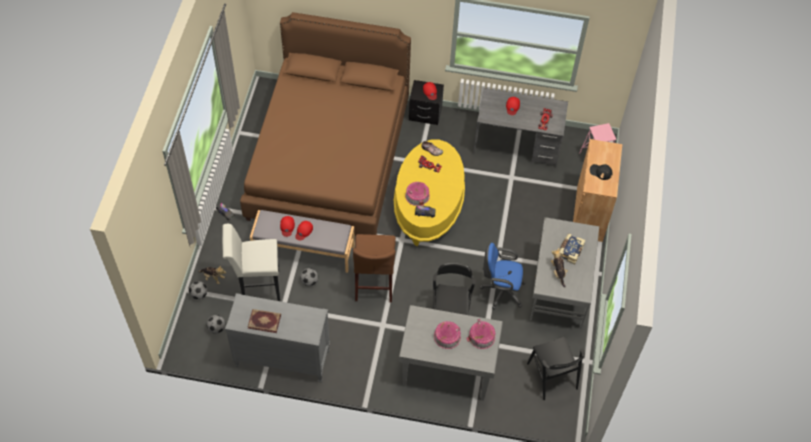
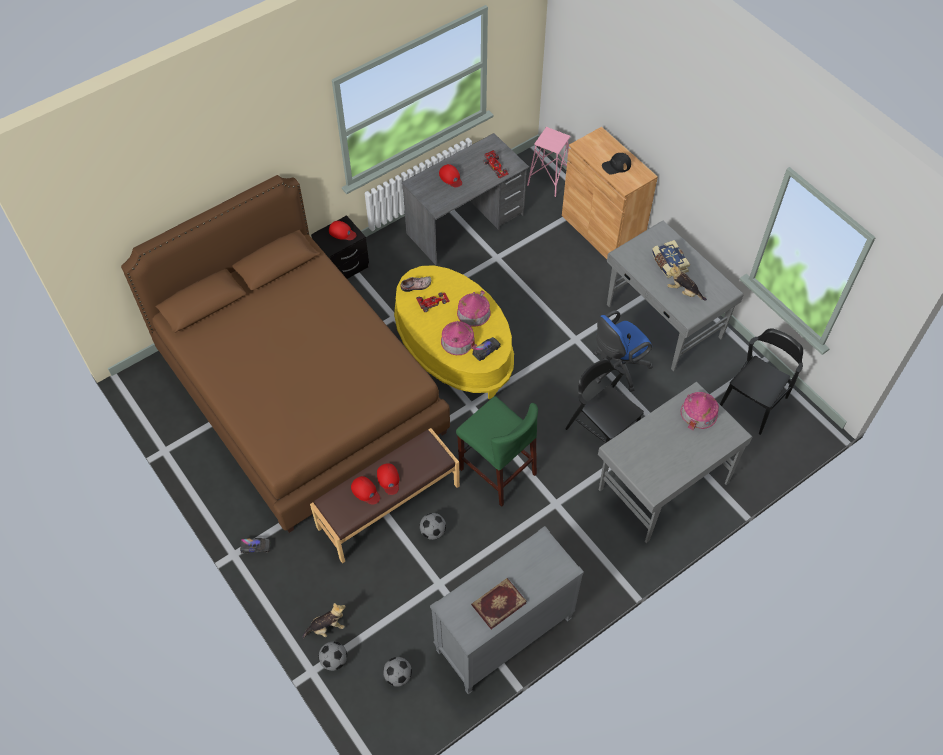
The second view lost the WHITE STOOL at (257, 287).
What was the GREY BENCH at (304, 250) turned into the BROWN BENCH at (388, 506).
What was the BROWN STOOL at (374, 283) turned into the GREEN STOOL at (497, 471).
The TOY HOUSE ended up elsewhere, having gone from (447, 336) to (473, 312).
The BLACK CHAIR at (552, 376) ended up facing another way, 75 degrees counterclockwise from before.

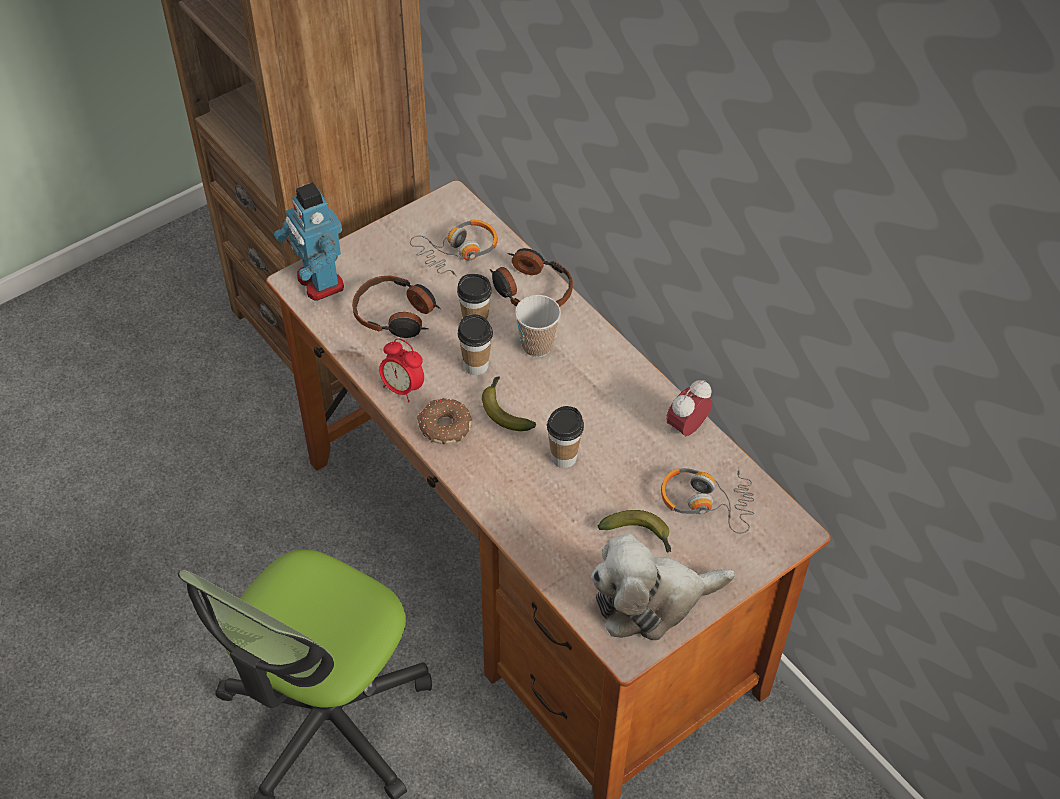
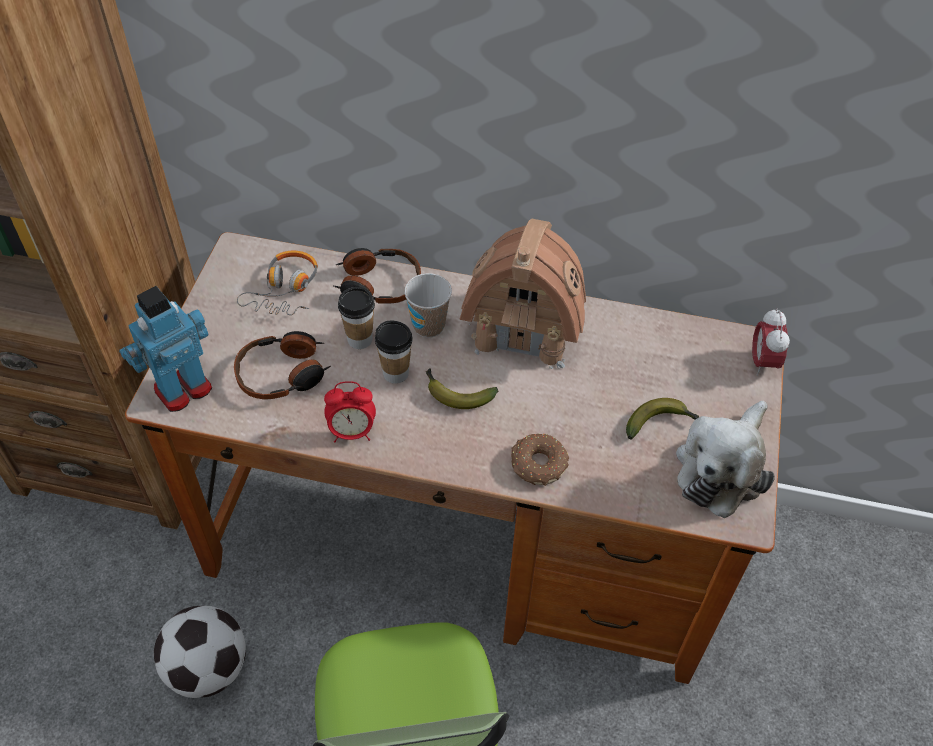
The TOY ROBOT at (319, 282) ended up facing another way, 120 degrees clockwise from before.
The DONUT ended up elsewhere, having gone from (444, 426) to (537, 464).
The second view lost the CUP at (563, 457).
The second view lost the HEADPHONES at (706, 502).
The ALARM CLOCK ended up elsewhere, having gone from (686, 428) to (762, 362).
The second view gained the FOOTBALL at (208, 668).
The second view gained the TOY HOUSE at (524, 328).

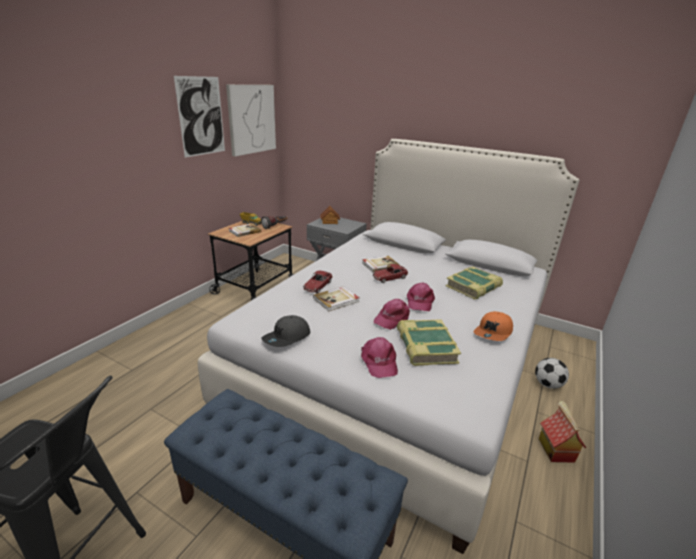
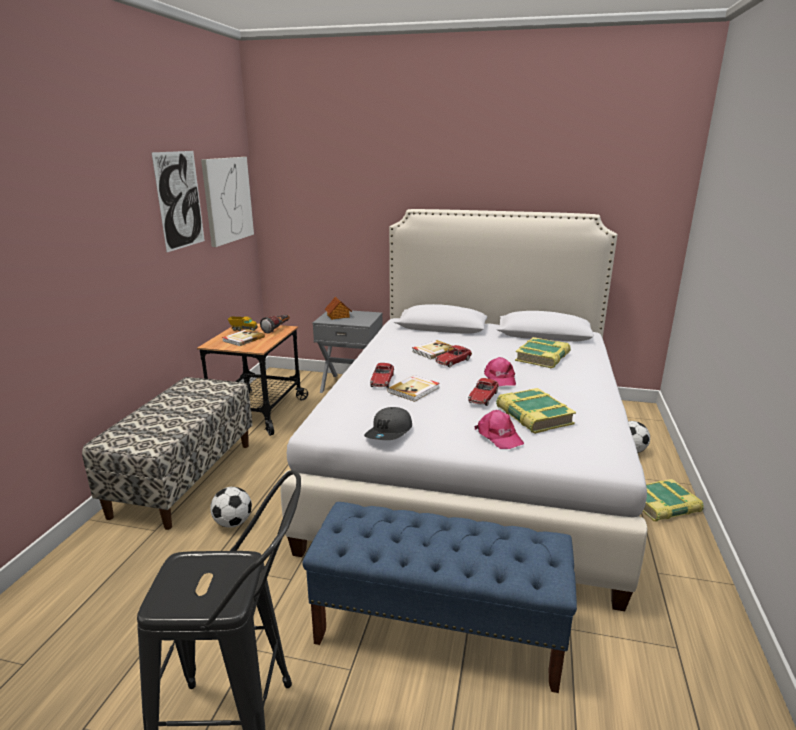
Where the PINK CAP stood at (392, 318), the TOY CAR came to stand at (483, 397).
The second view lost the ORANGE CAP at (493, 332).
Where the TOY HOUSE stood at (555, 449), the BOOK came to stand at (663, 505).
The second view gained the BENCH at (184, 478).
The second view gained the FOOTBALL at (233, 523).

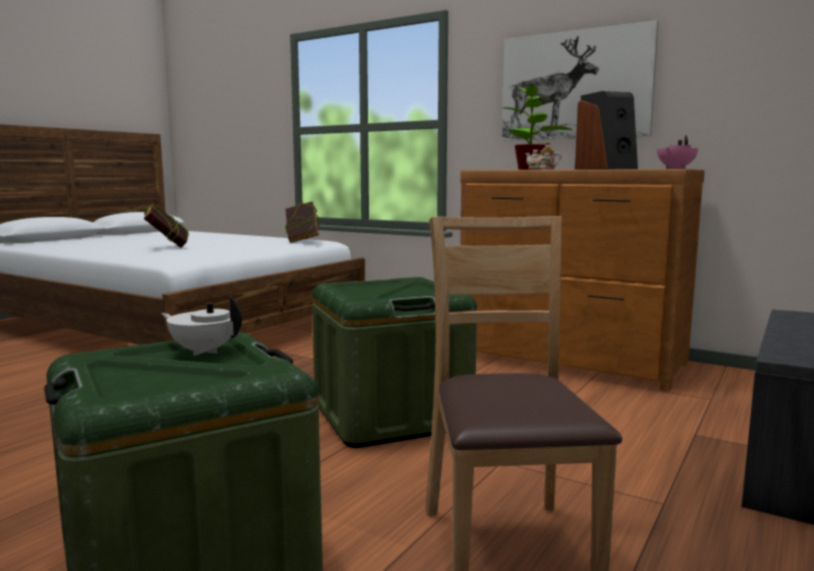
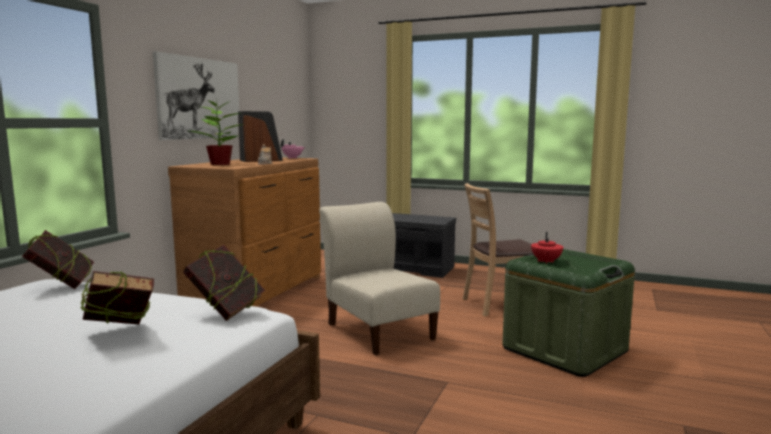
What was the WHITE TEAPOT at (203, 351) turned into the RED TEAPOT at (545, 262).
Where the GREEN STORAGE BOX stood at (391, 416), the BEIGE CHAIR came to stand at (378, 330).
The second view gained the BOOK at (226, 312).

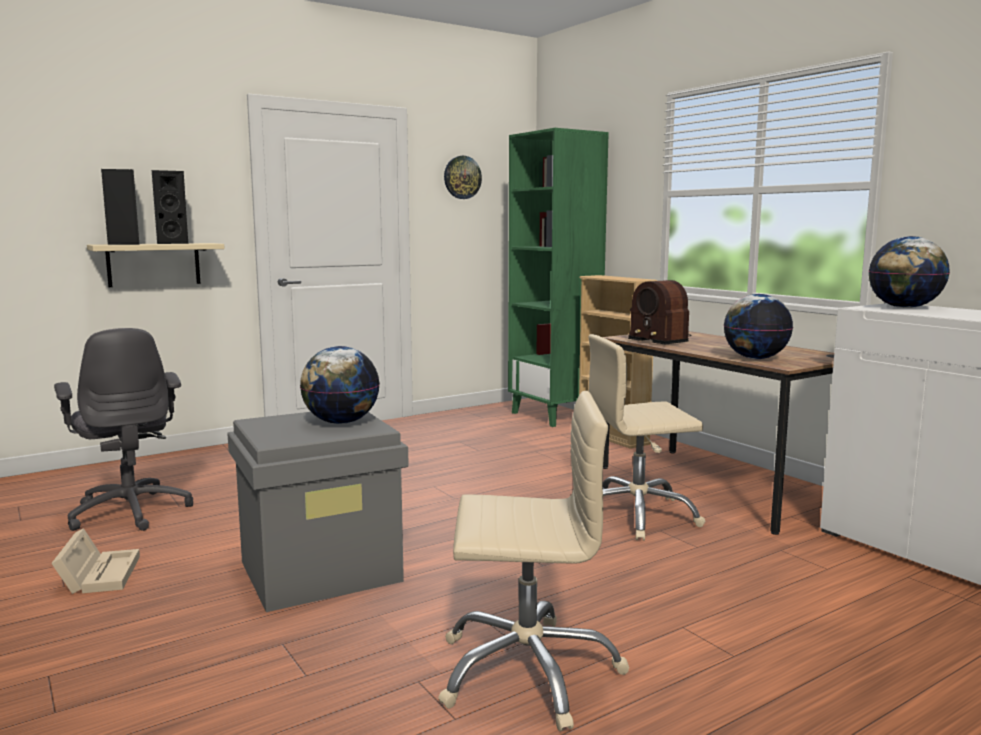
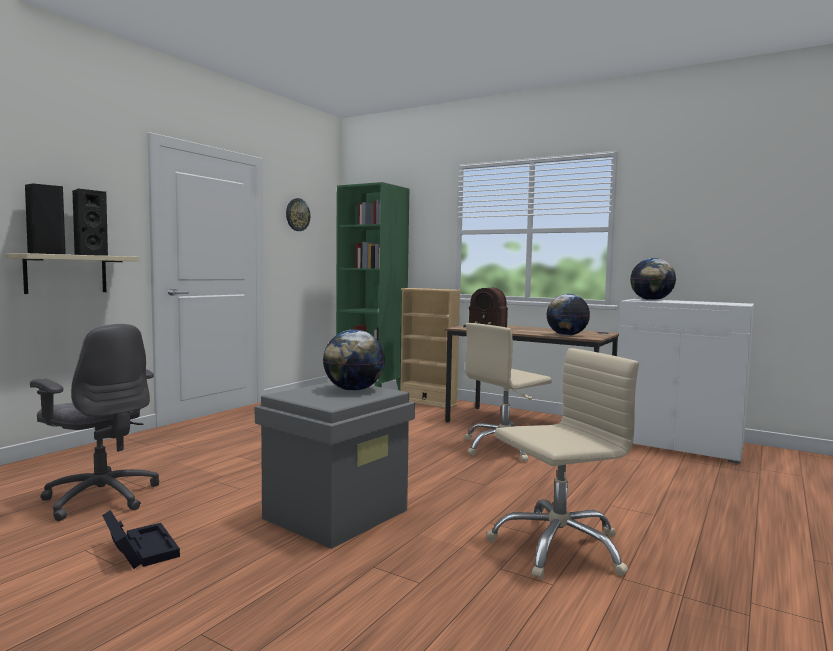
What was the BEIGE STORAGE BOX at (99, 574) turned into the BLACK STORAGE BOX at (139, 549).

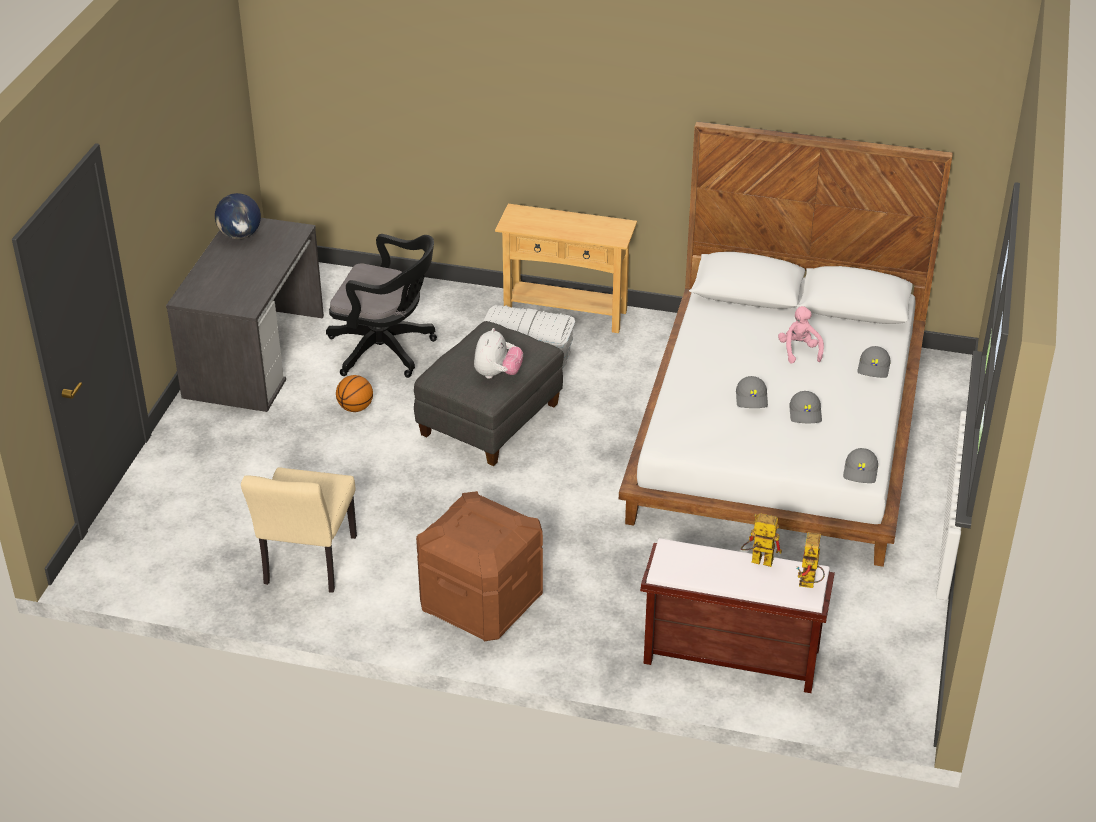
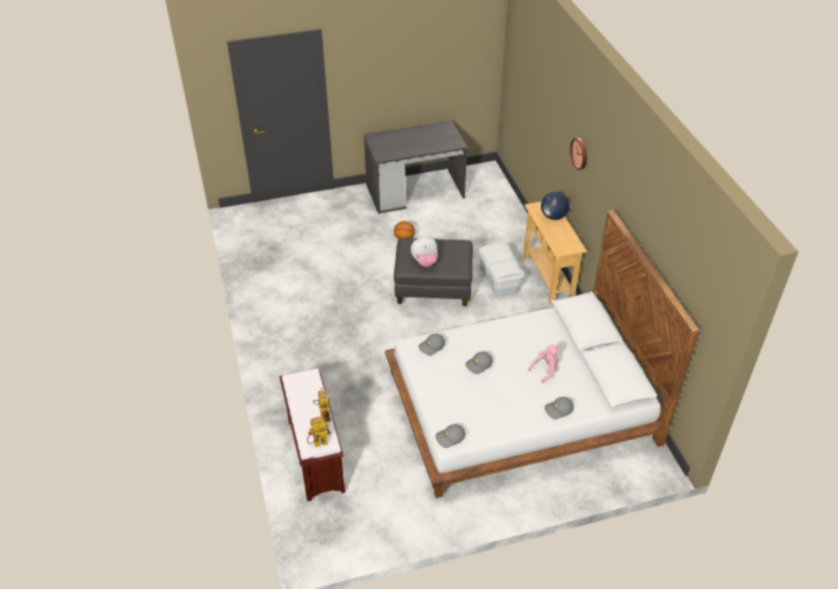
The GLOBE ended up elsewhere, having gone from (240, 235) to (553, 217).
The second view lost the BEIGE CHAIR at (307, 565).
The second view lost the BLACK OFFICE CHAIR at (386, 350).
The second view lost the BROWN STORAGE BOX at (480, 603).
The GREY CAP ended up elsewhere, having gone from (806, 413) to (431, 347).
The second view gained the WALL CLOCK at (580, 153).

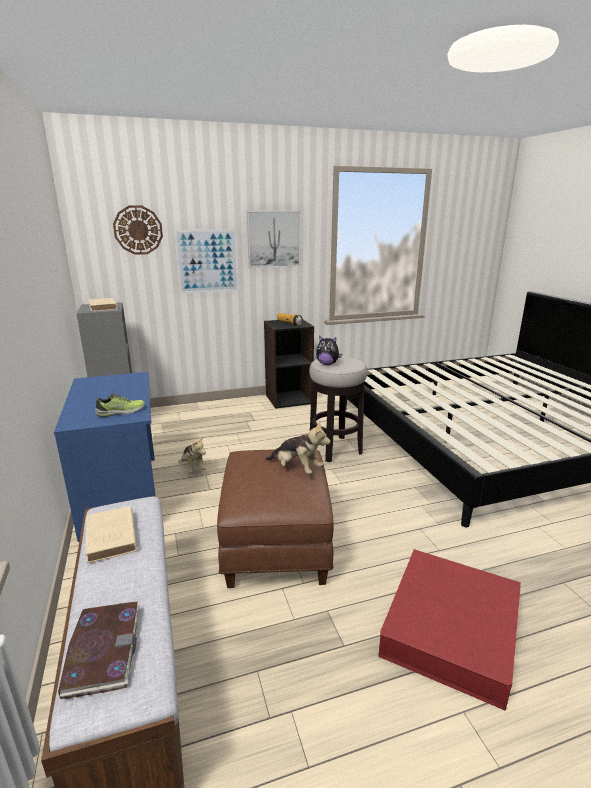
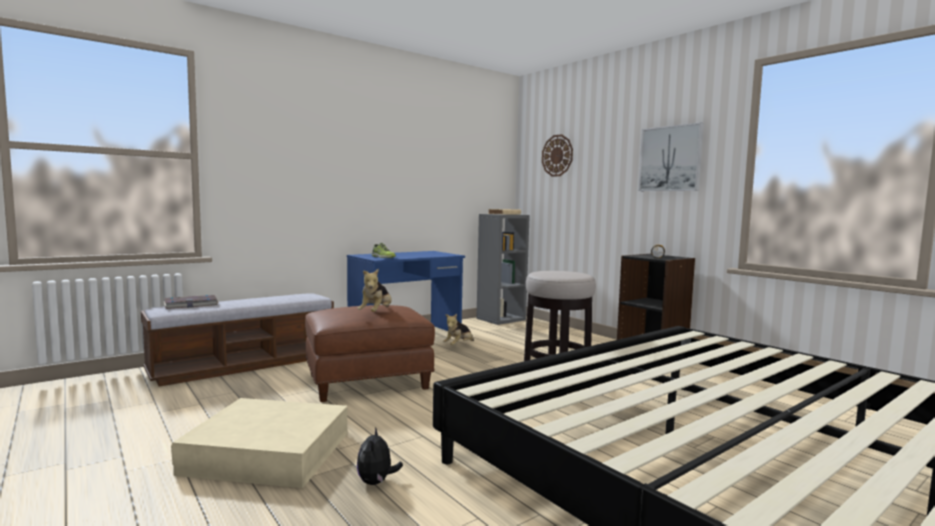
The second view lost the BEIGE BOOK at (111, 538).
The second view lost the PICTURE at (207, 261).
The PLUSH TOY ended up elsewhere, having gone from (327, 364) to (376, 482).
What was the RED STORAGE BOX at (451, 629) turned into the BEIGE STORAGE BOX at (268, 453).

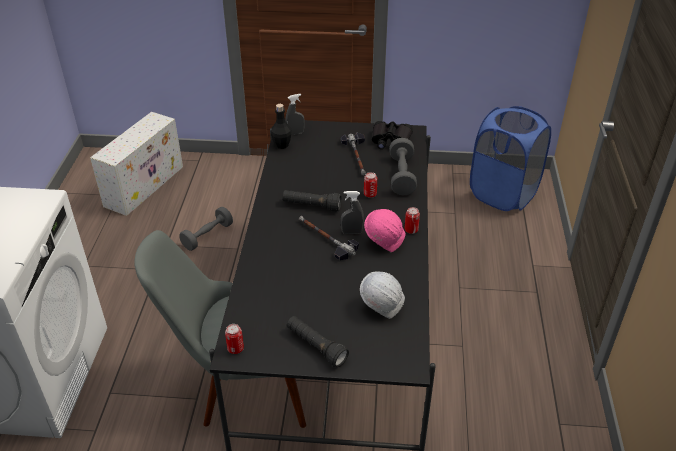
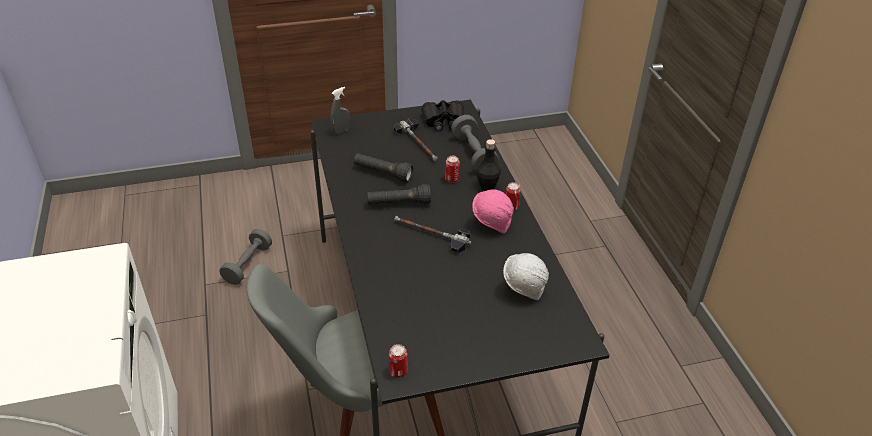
The second view lost the WHITE STORAGE BOX at (145, 185).
The BLACK BOTTLE ended up elsewhere, having gone from (282, 145) to (487, 186).
The BLACK FLASHLIGHT ended up elsewhere, having gone from (316, 347) to (382, 173).
The second view lost the GREY SPRAY BOTTLE at (351, 232).
The second view lost the BLUE LAUNDRY BASKET at (503, 194).

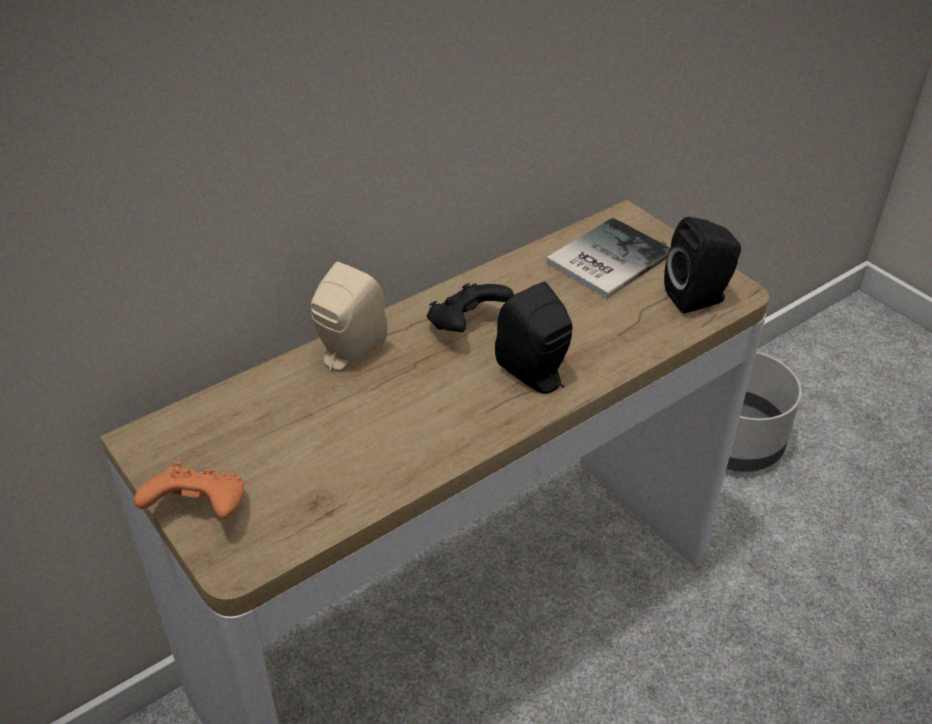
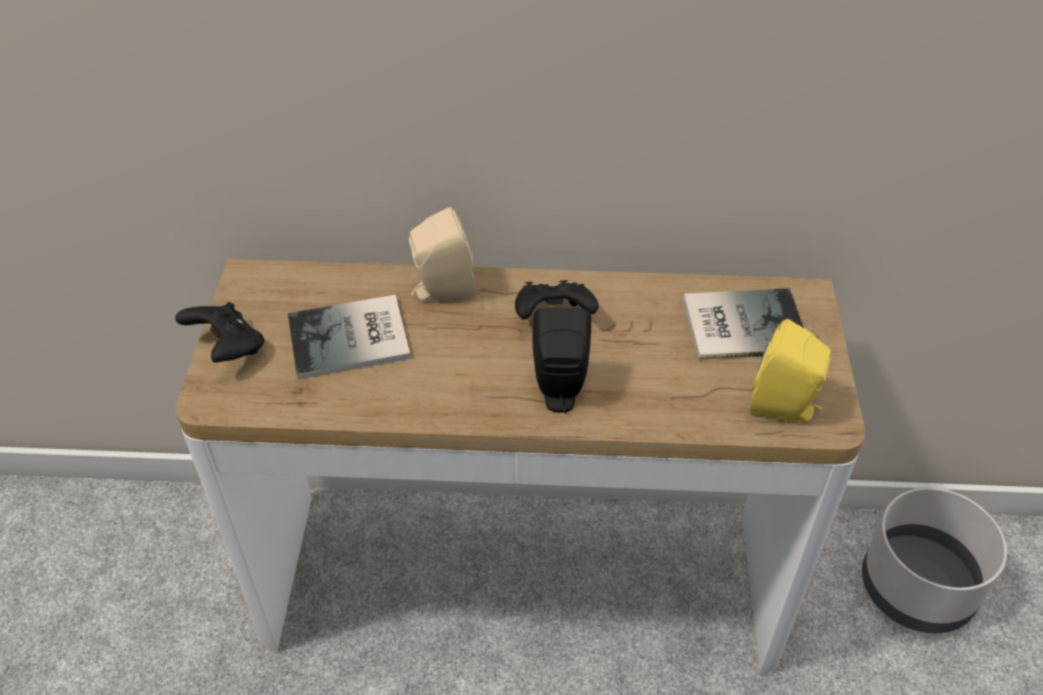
What was the ORANGE GAME CONTROLLER at (200, 511) turned into the BLACK GAME CONTROLLER at (228, 349).
What was the BLACK SPEAKER at (699, 298) turned into the YELLOW SPEAKER at (785, 407).
The second view gained the BOOK at (352, 340).

